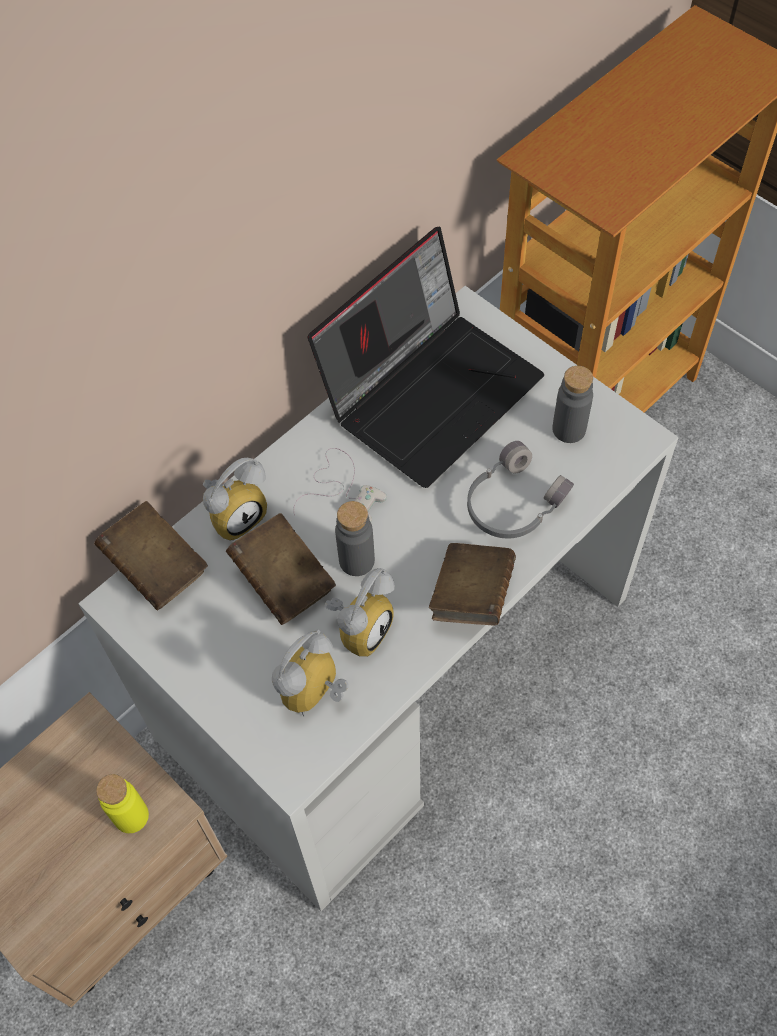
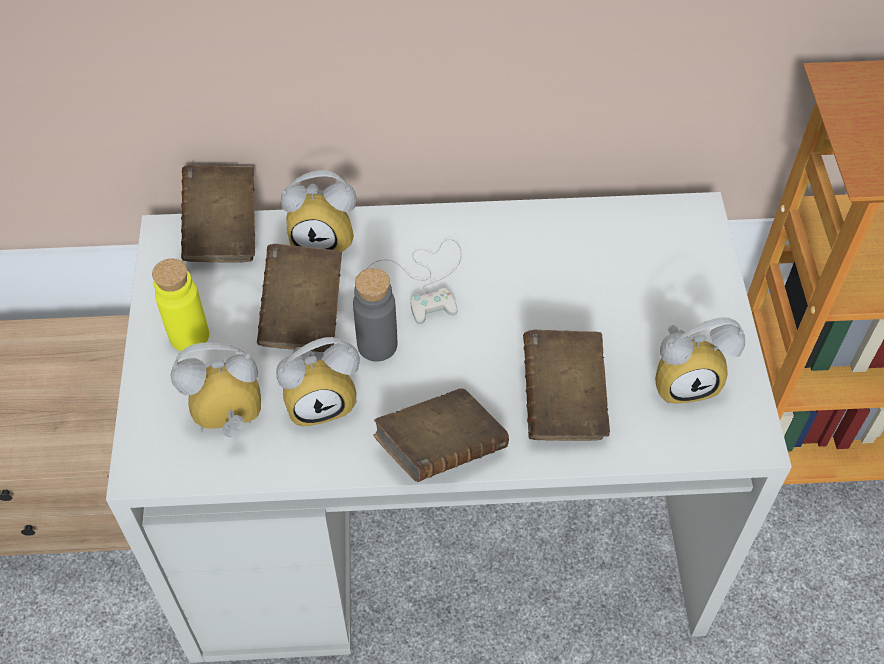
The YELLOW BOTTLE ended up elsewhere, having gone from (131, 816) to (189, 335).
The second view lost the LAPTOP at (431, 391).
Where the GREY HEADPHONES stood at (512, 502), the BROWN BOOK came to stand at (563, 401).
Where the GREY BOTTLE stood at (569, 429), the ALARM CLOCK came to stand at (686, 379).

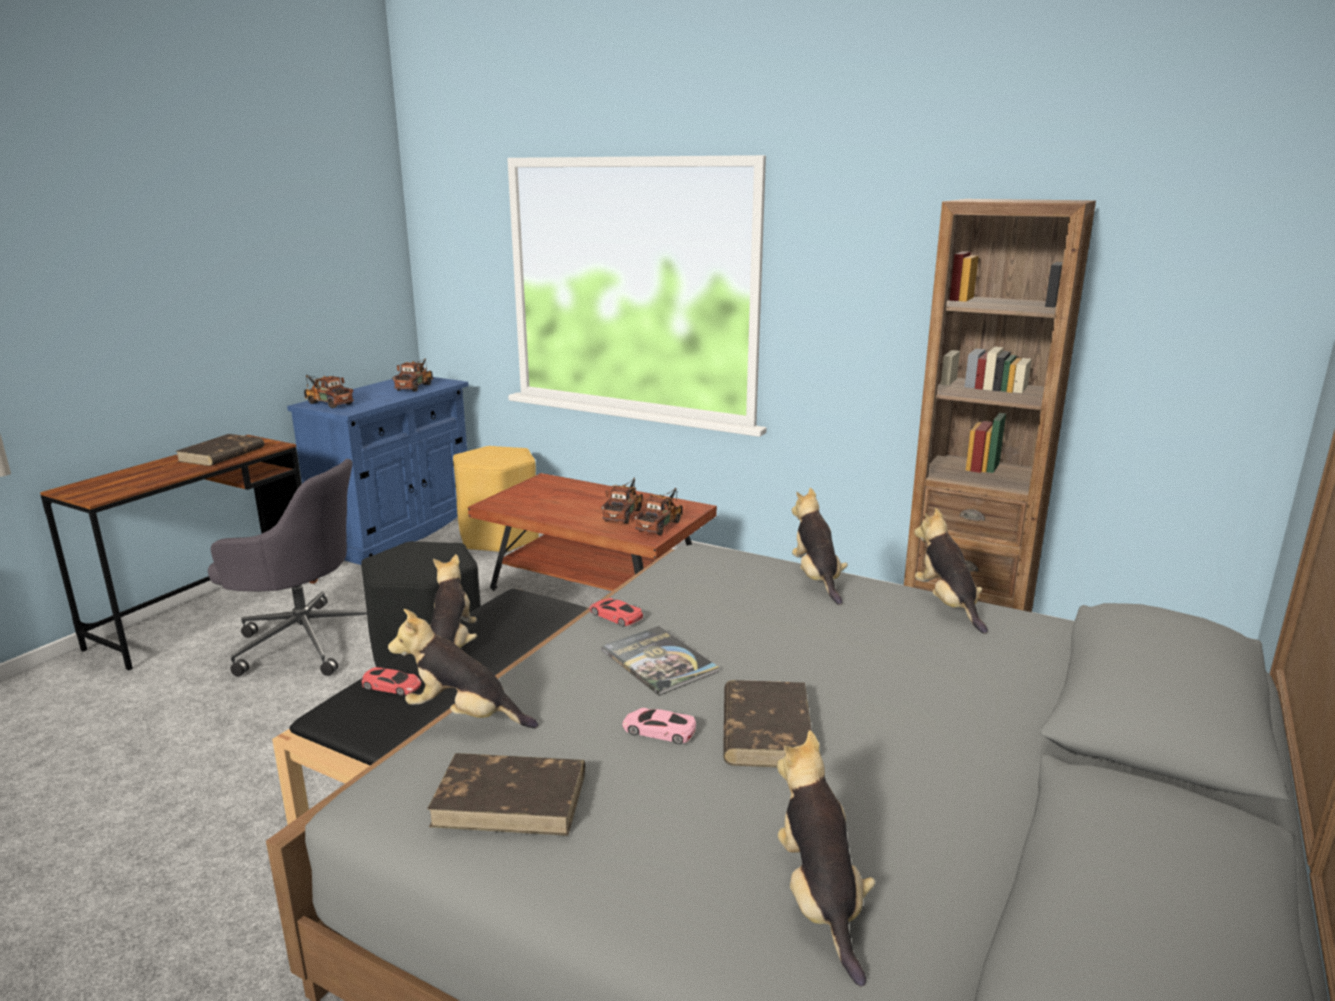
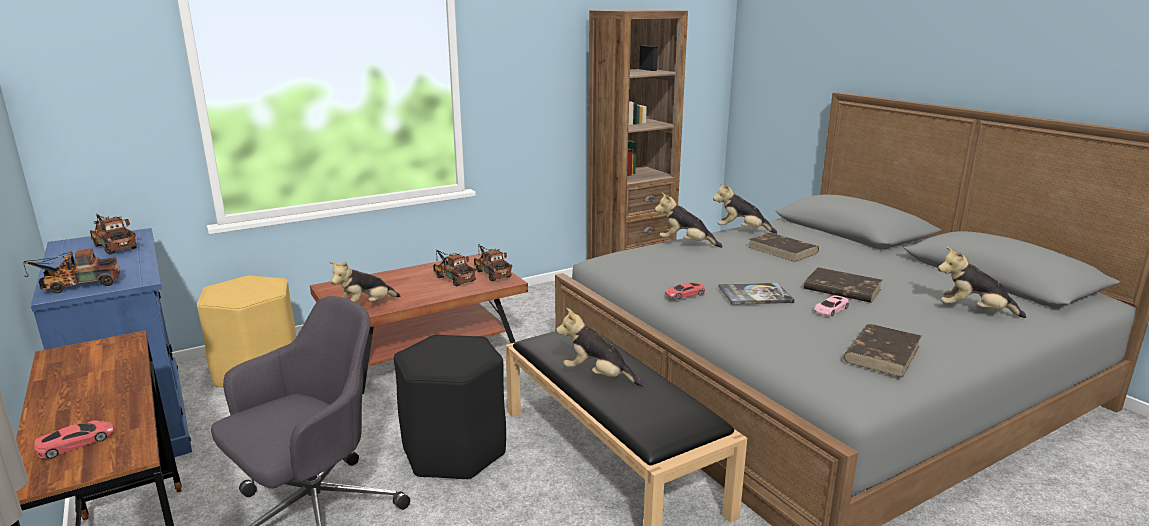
The BROWN BOOK ended up elsewhere, having gone from (221, 454) to (783, 250).
The RED TOY CAR ended up elsewhere, having gone from (392, 686) to (76, 443).
The PLUSH TOY ended up elsewhere, having gone from (464, 716) to (365, 307).

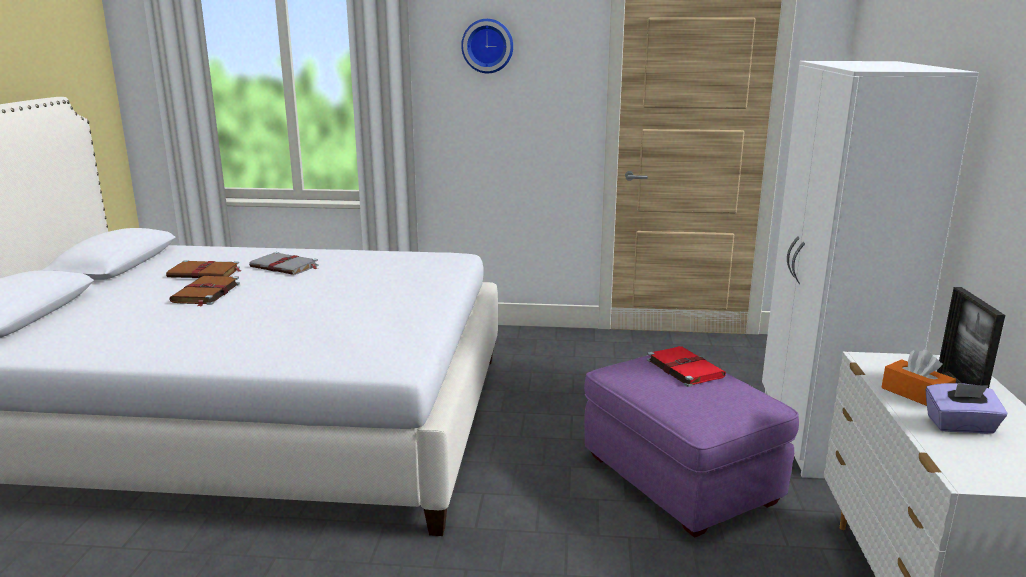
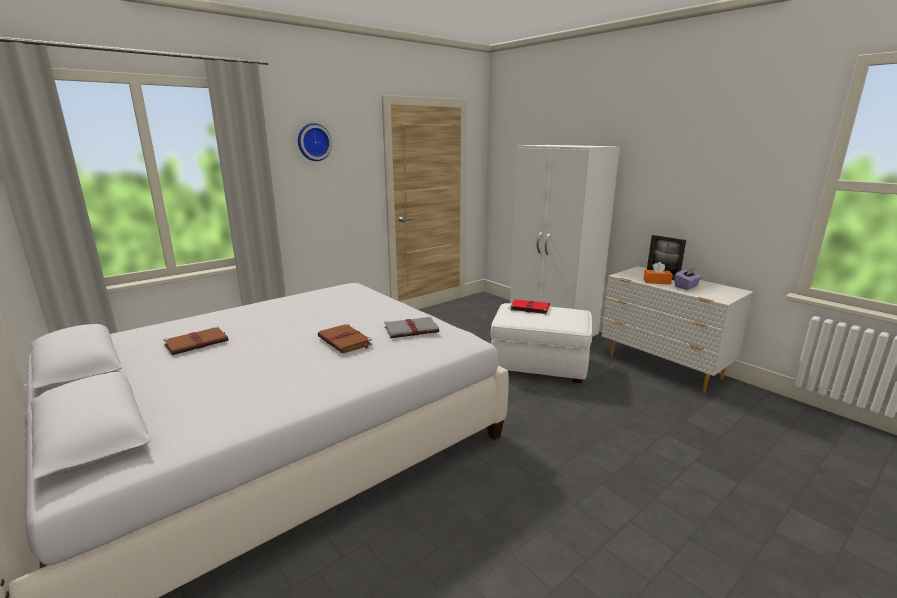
The BROWN BOOK ended up elsewhere, having gone from (205, 293) to (345, 341).
The GREY BOOK ended up elsewhere, having gone from (285, 267) to (412, 330).
What was the PURPLE OTTOMAN at (680, 479) turned into the WHITE OTTOMAN at (540, 365).

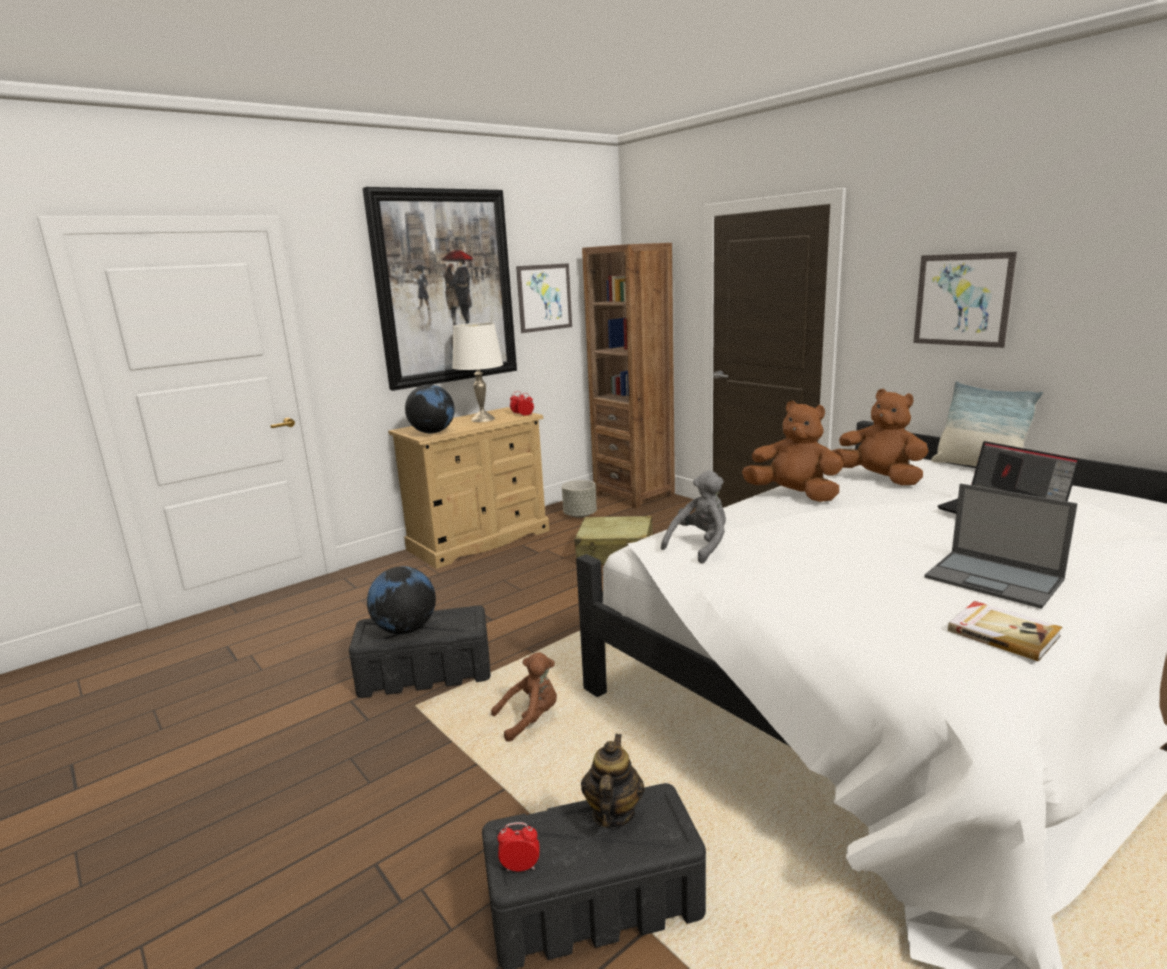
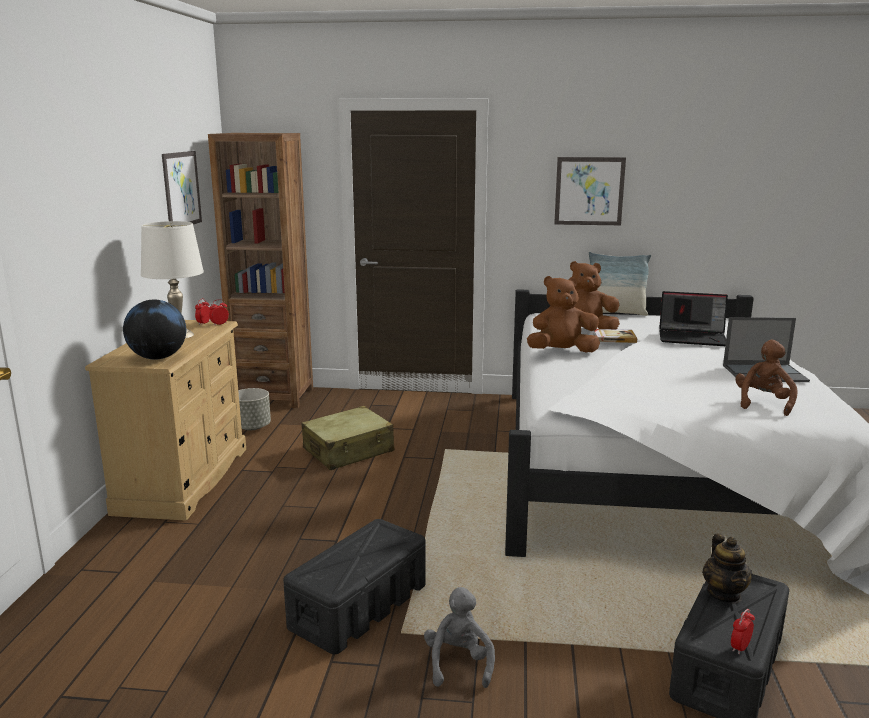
The second view lost the PICTURE at (445, 288).
The second view lost the GLOBE at (406, 629).
The BROWN PLUSH TOY ended up elsewhere, having gone from (530, 719) to (763, 403).
The TEAPOT at (612, 813) ended up facing another way, 150 degrees counterclockwise from before.
The GREY PLUSH TOY ended up elsewhere, having gone from (700, 546) to (459, 663).
The BOOK ended up elsewhere, having gone from (1003, 633) to (614, 338).

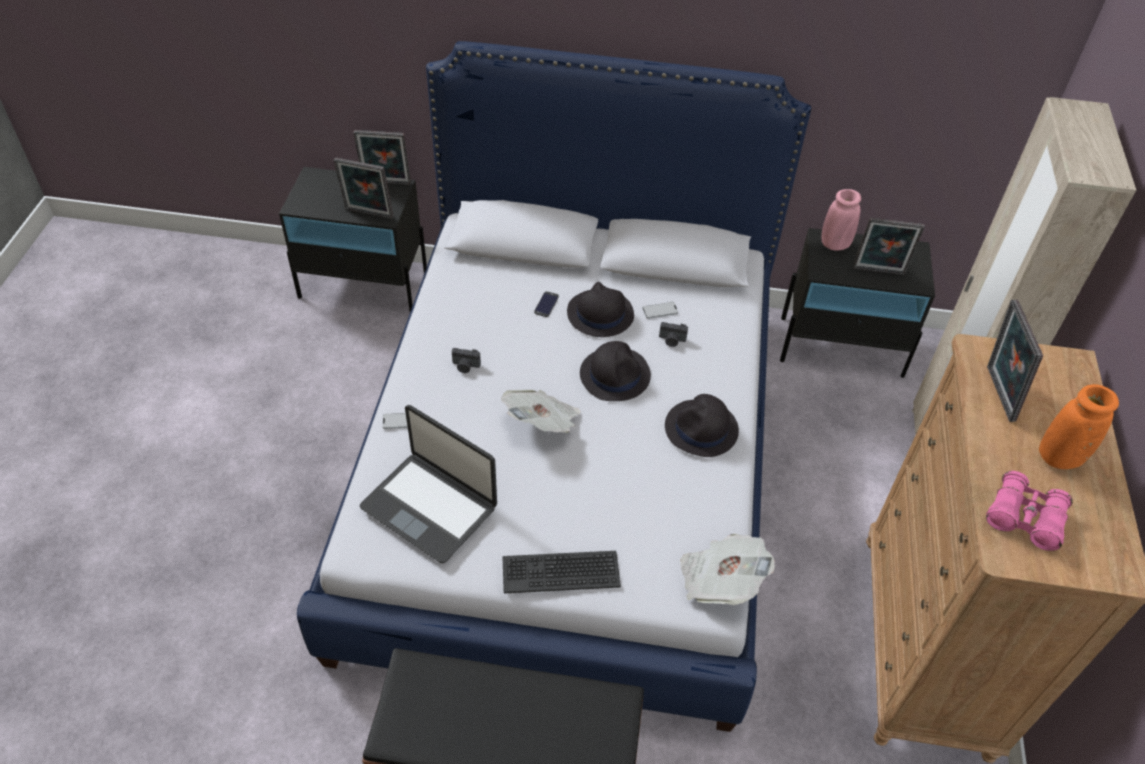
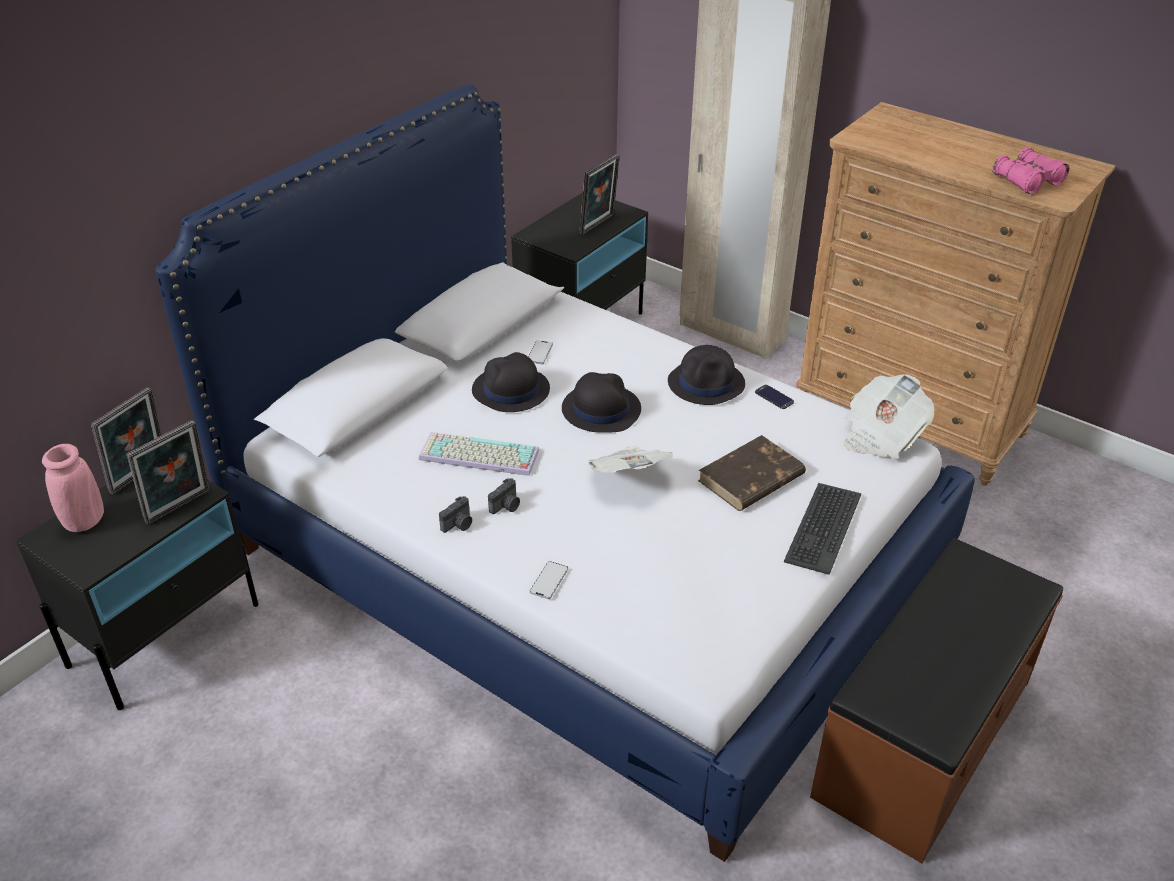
The second view lost the LAPTOP at (430, 507).
The PHONE ended up elsewhere, having gone from (546, 304) to (774, 397).
The PHOTO CAMERA ended up elsewhere, having gone from (672, 340) to (458, 524).
The PINK VASE ended up elsewhere, having gone from (835, 244) to (84, 521).
The second view lost the PICTURE FRAME at (996, 393).
The second view lost the ORANGE VASE at (1059, 457).
The second view gained the KEYBOARD at (477, 456).
The second view gained the BROWN BOOK at (750, 478).

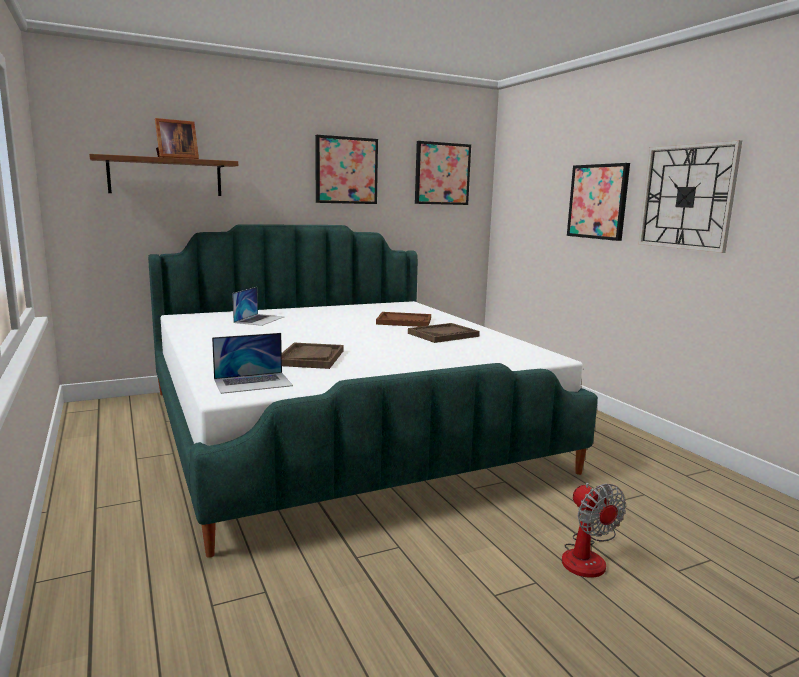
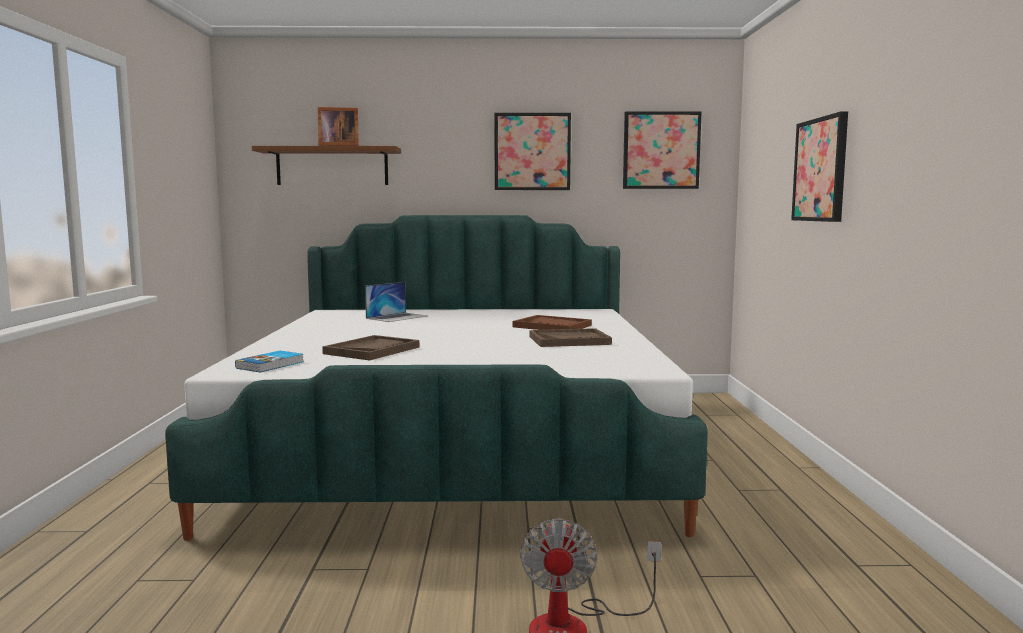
Where the LAPTOP stood at (253, 382), the BOOK came to stand at (271, 365).
The second view lost the WALL CLOCK at (687, 197).

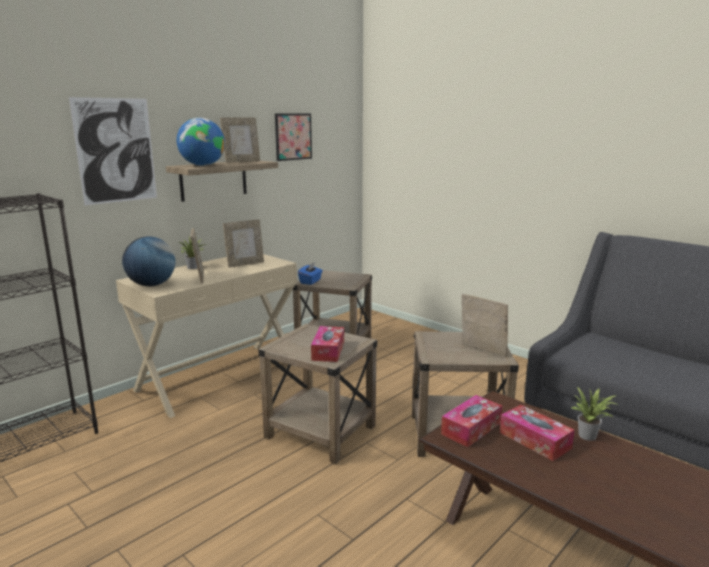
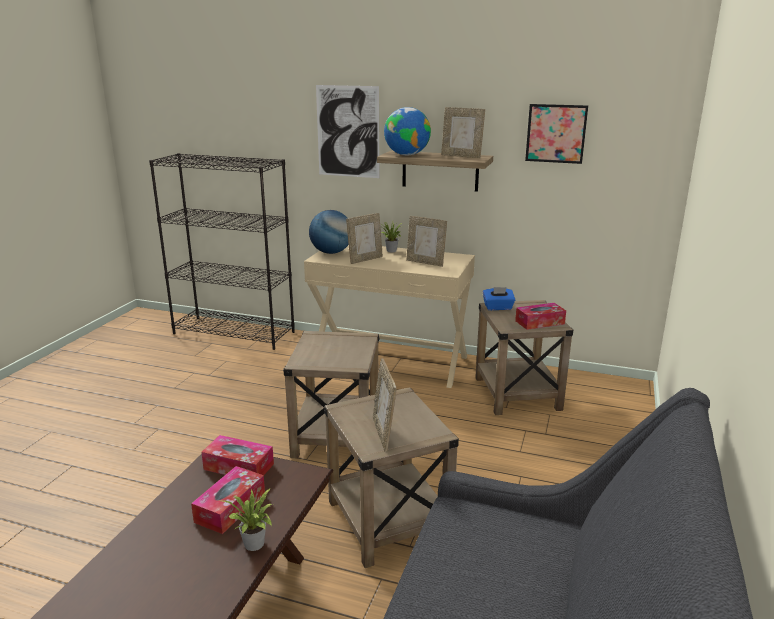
The TISSUE BOX ended up elsewhere, having gone from (328, 351) to (539, 322).
The PICTURE FRAME at (482, 351) ended up facing another way, 150 degrees clockwise from before.

